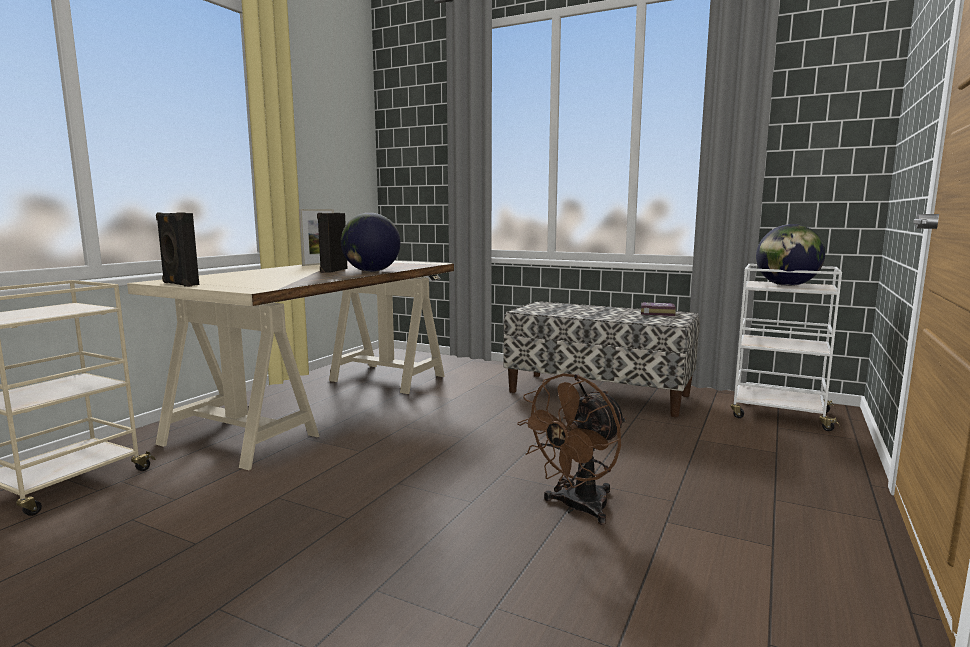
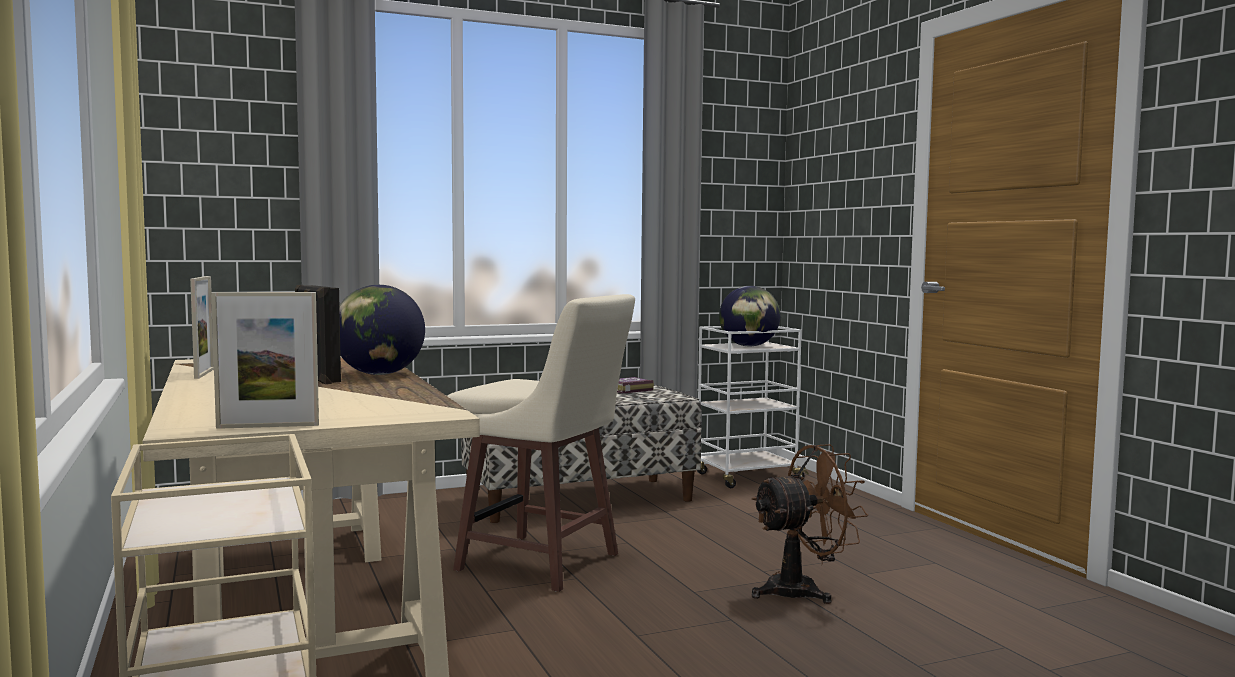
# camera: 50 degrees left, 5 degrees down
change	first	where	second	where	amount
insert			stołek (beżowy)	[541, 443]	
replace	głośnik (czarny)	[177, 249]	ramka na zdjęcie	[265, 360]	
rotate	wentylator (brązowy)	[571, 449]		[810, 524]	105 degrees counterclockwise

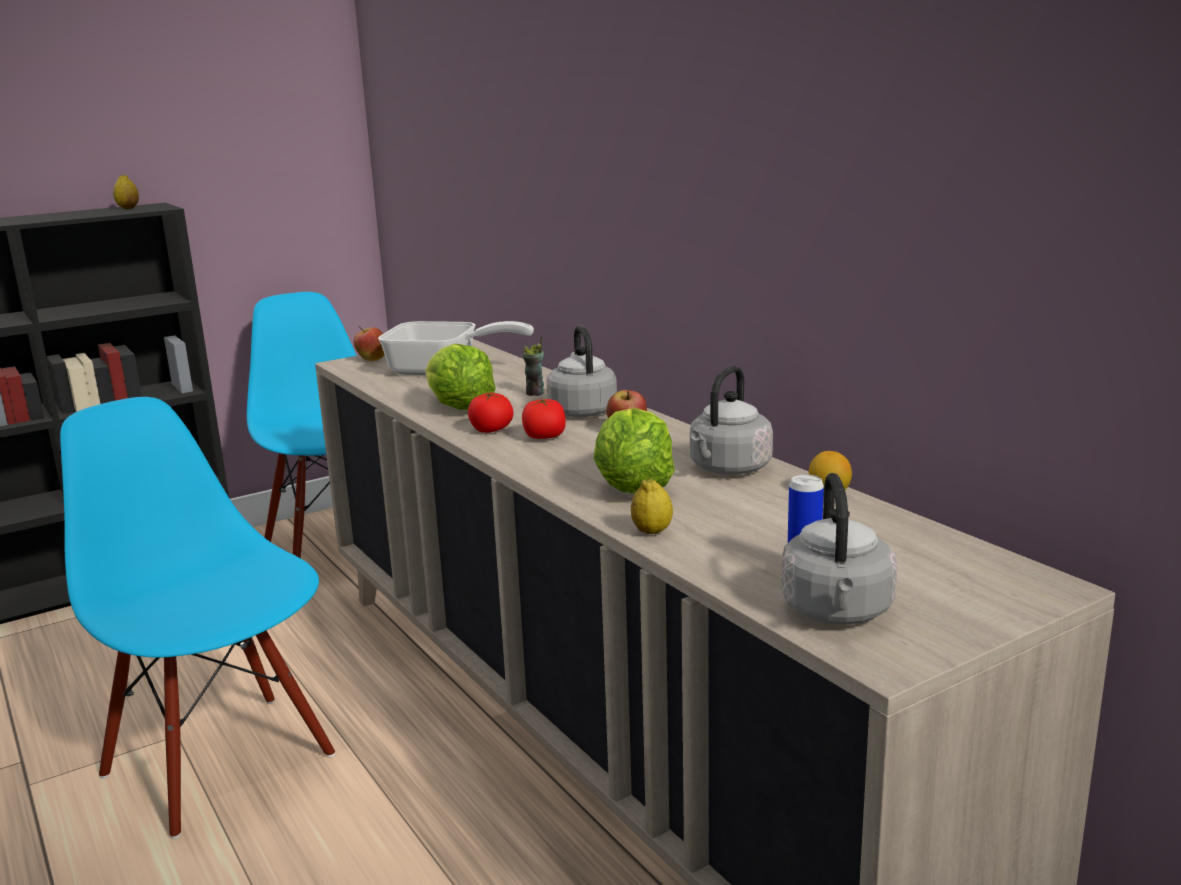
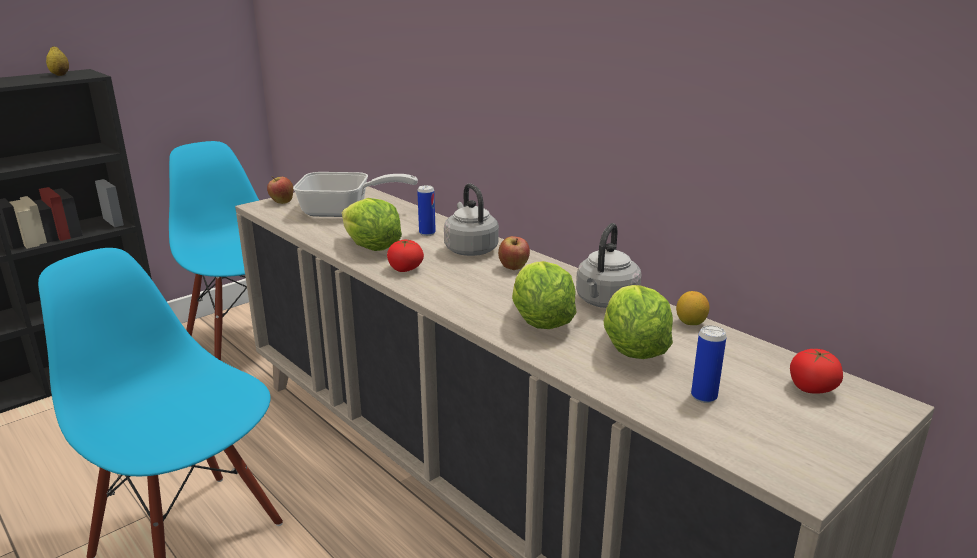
# camera: 10 degrees left, 5 degrees up
change	first	where	second	where	amount
delete	cytryna	[652, 506]			
delete	czajnik (szary)	[839, 549]			
insert			sałata	[638, 322]	
move	pomidor	[544, 419]		[816, 371]	
replace	filiżanka	[533, 366]	puszka	[426, 210]	

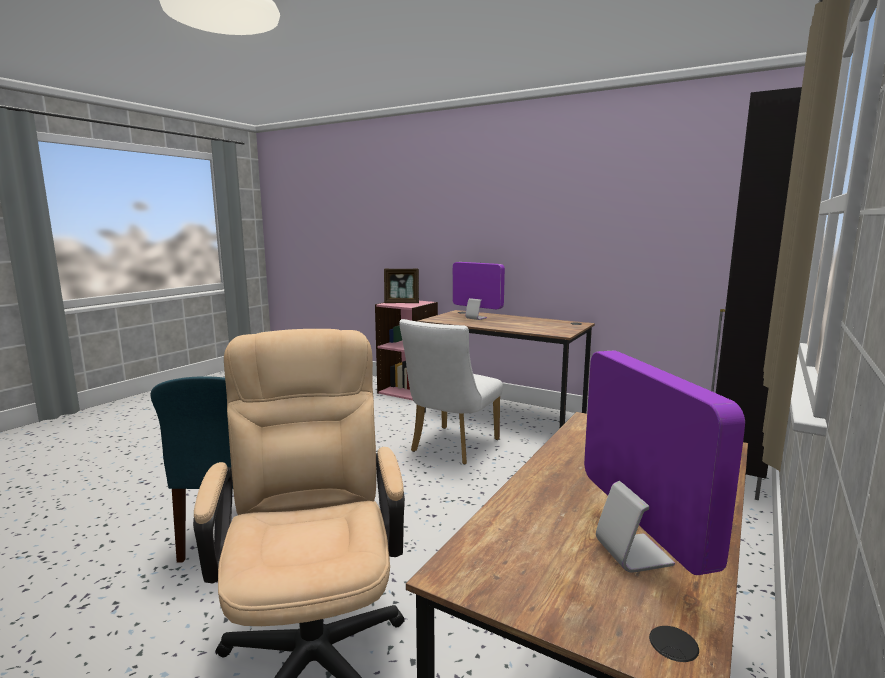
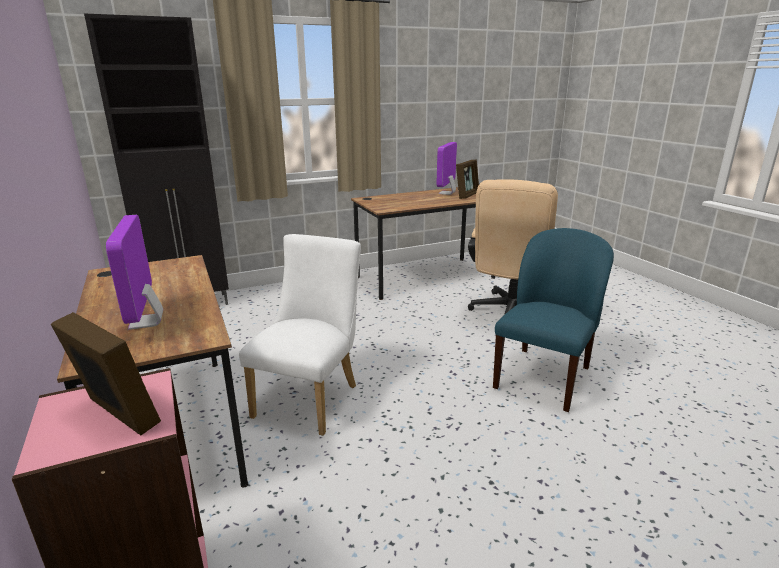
# camera: 145 degrees left, 10 degrees up
change	first	where	second	where	amount
insert			ramka na zdjęcie	[467, 179]	
rotate	krzesło (biały)	[451, 392]		[300, 335]	45 degrees counterclockwise

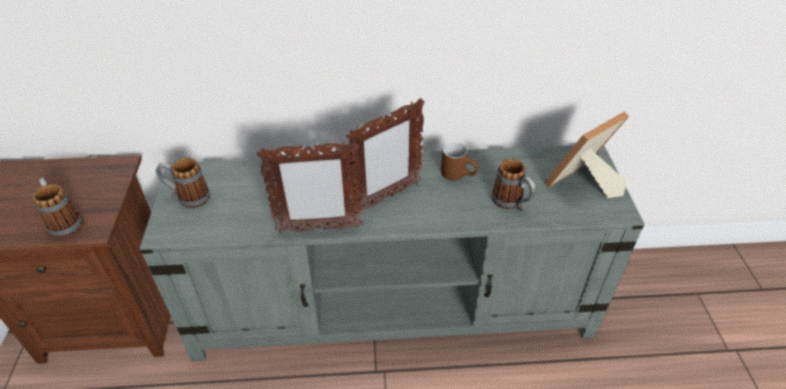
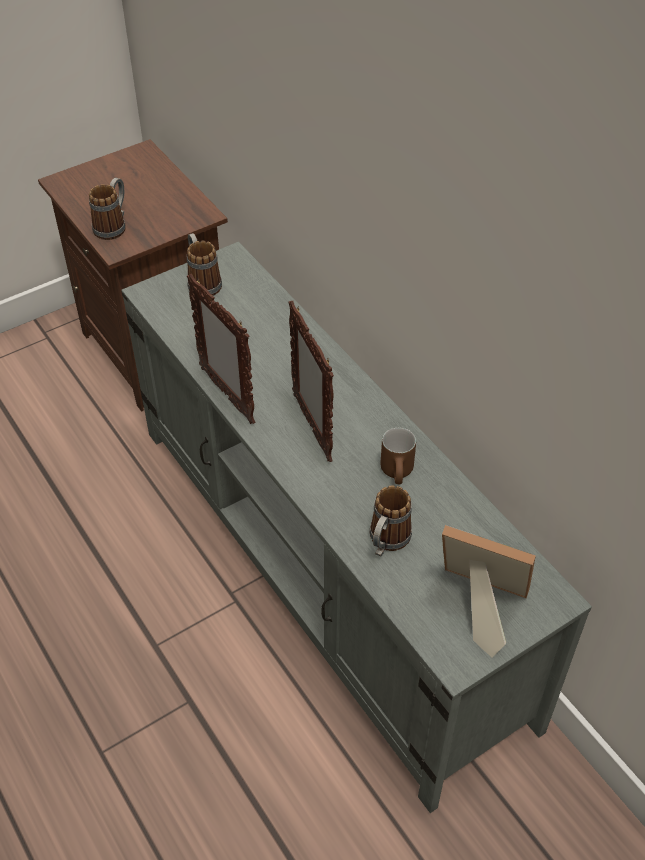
# camera: 60 degrees right, 5 degrees up
change	first	where	second	where	amount
rotate	ramka na zdjęcie	[385, 155]		[311, 381]	45 degrees clockwise

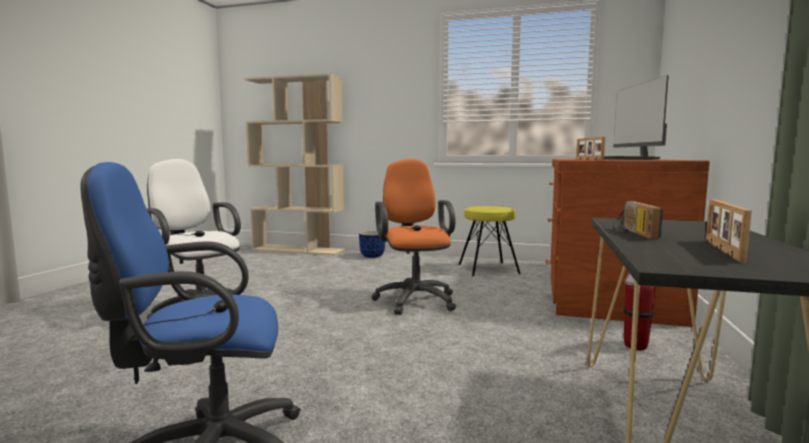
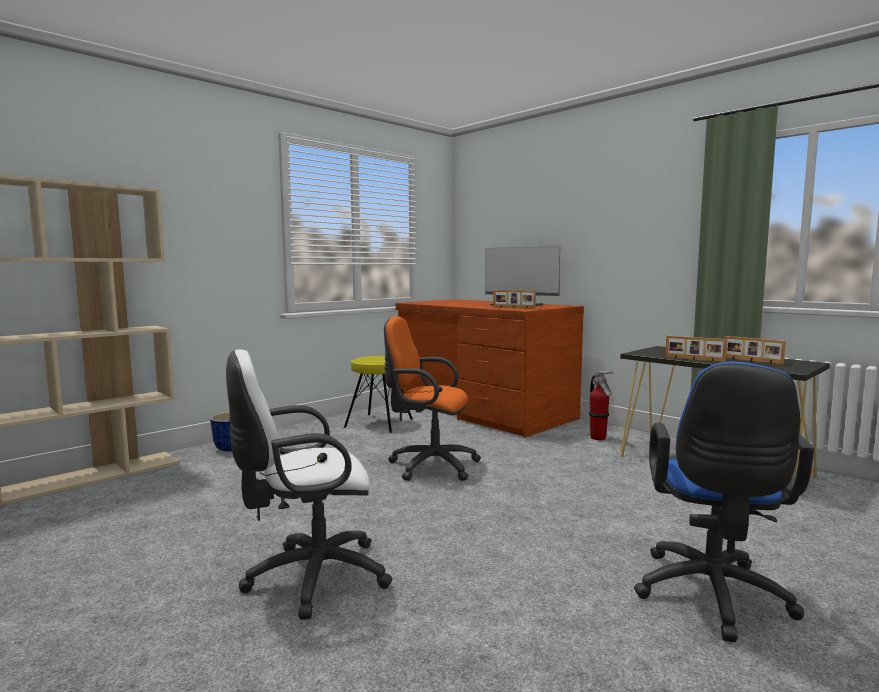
# camera: 60 degrees left, 0 degrees up
change	first	where	second	where	amount
replace	radio	[639, 220]	ramka na zdjęcie	[696, 349]	

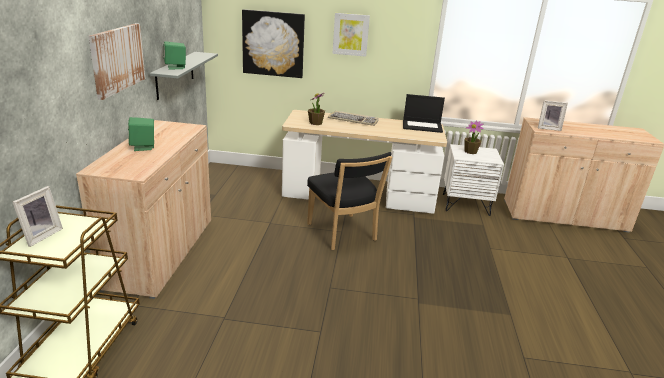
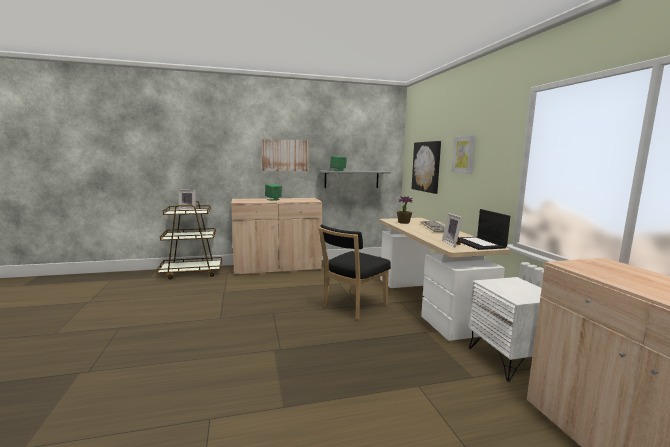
# camera: 70 degrees right, 15 degrees down
change	first	where	second	where	amount
delete	roślina doniczkowa	[474, 137]			
move	ramka na zdjęcie	[553, 115]		[452, 230]	

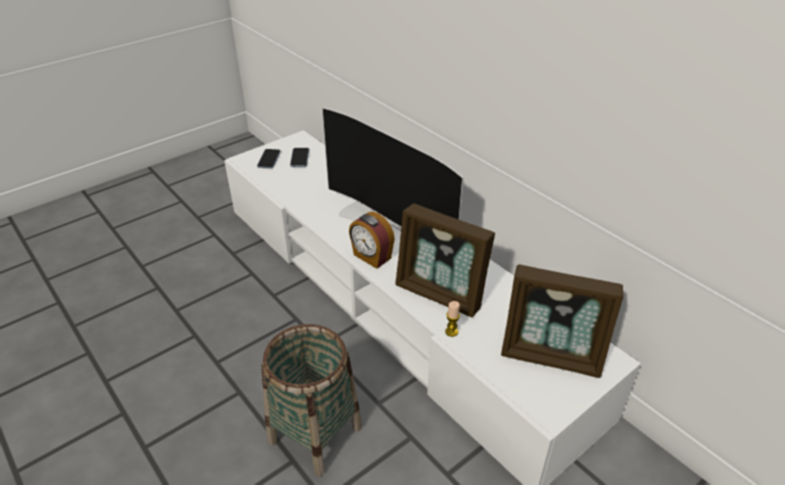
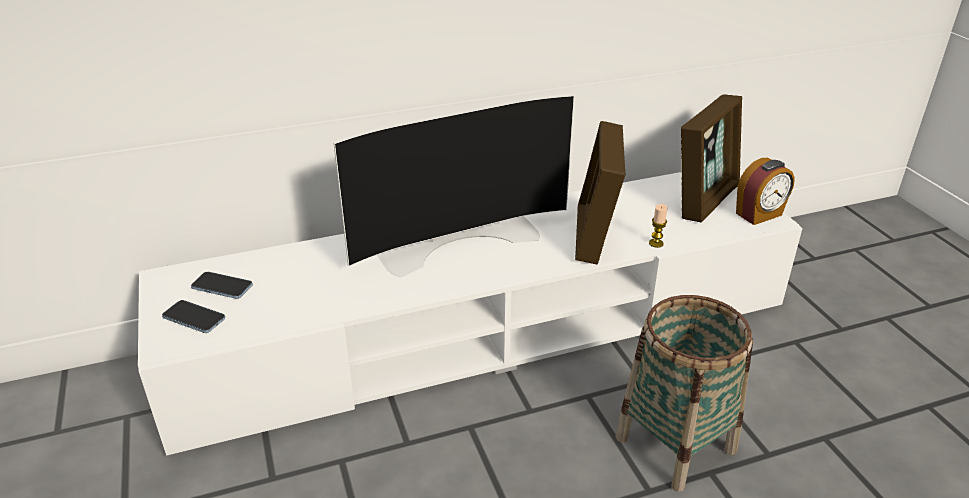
# camera: 70 degrees left, 5 degrees down
change	first	where	second	where	amount
move	budzik	[372, 240]		[765, 191]	
rotate	ramka na zdjęcie	[445, 260]		[600, 192]	135 degrees clockwise

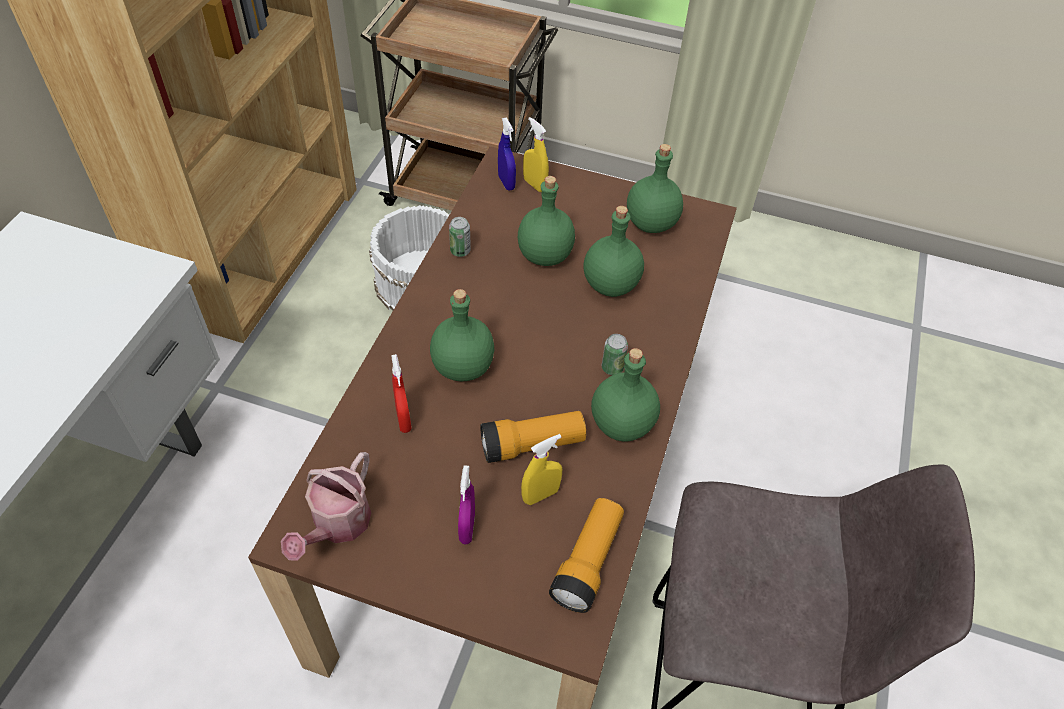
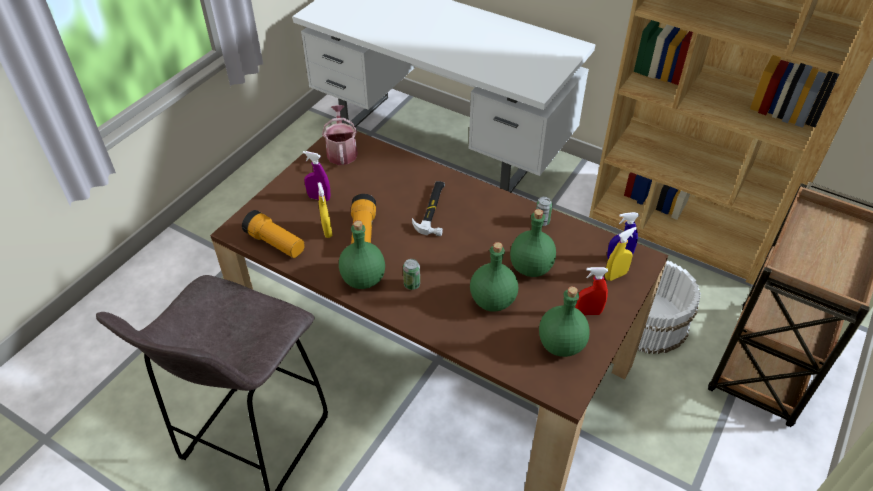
# camera: 105 degrees right, 5 degrees down
change	first	where	second	where	amount
move	spryskiwacz (czerwony)	[401, 393]		[591, 291]	
replace	butelka (zielony)	[462, 335]	młotek	[428, 208]	
rotate	konewka	[326, 506]		[340, 135]	45 degrees clockwise

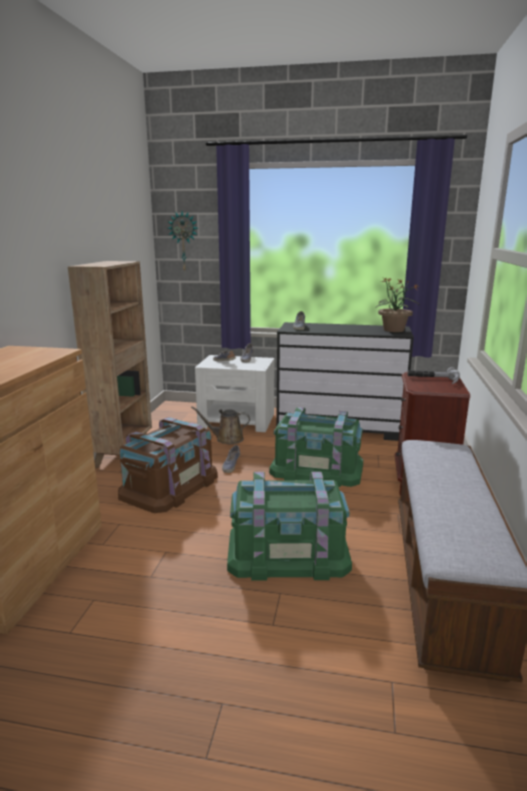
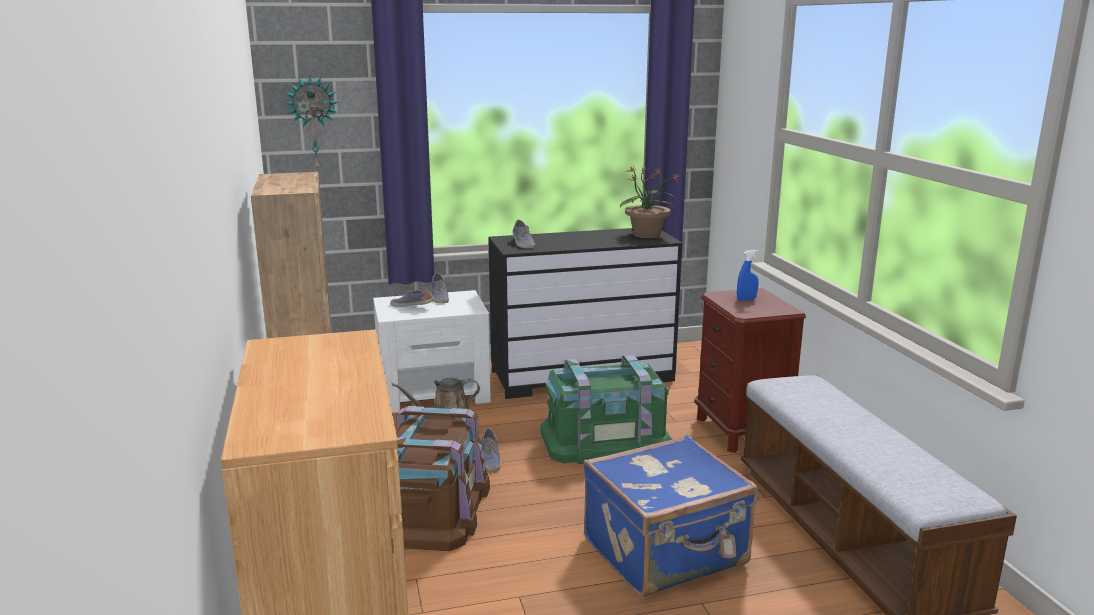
# camera: 25 degrees left, 0 degrees up
change	first	where	second	where	amount
replace	pojemnik do przechowywania (zielony)	[289, 526]	walizka (niebieski)	[671, 516]	
replace	młotek	[434, 375]	spryskiwacz (niebieski)	[748, 275]	

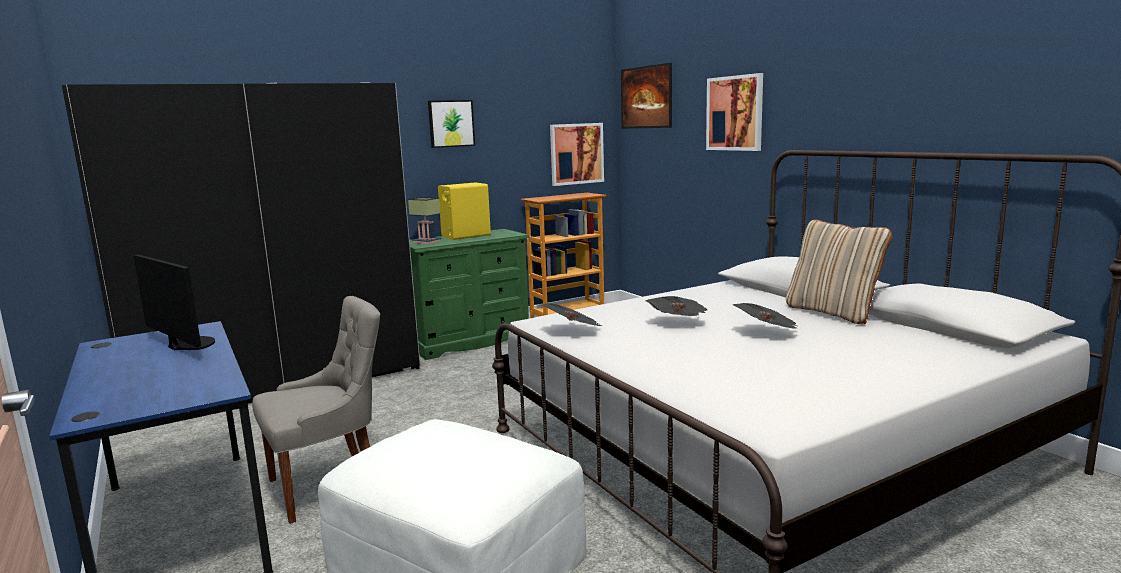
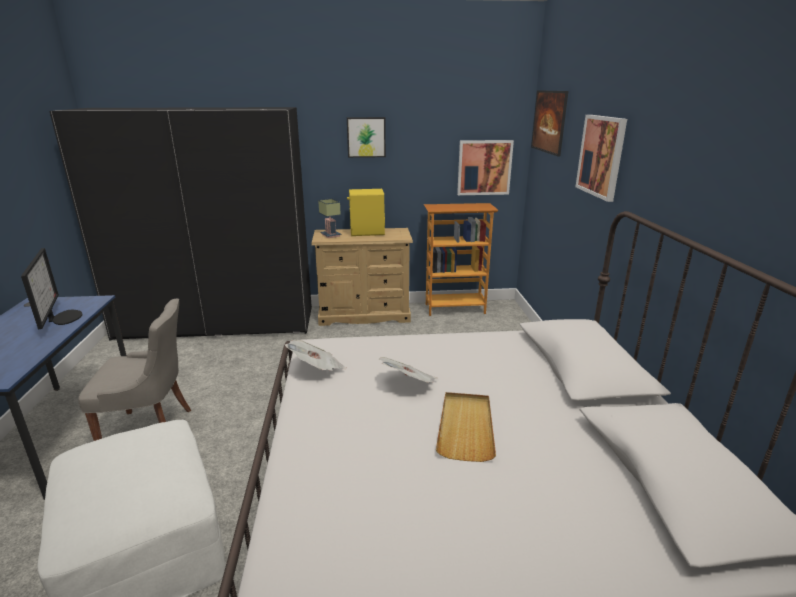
# camera: 25 degrees right, 10 degrees up
change	first	where	second	where	amount
delete	poduszka (beżowy)	[839, 271]			
replace	gazeta	[765, 315]	taca (beżowy)	[466, 427]	
recolor	komoda (zielony)	[469, 294]	komoda (beżowy)	[362, 277]	

